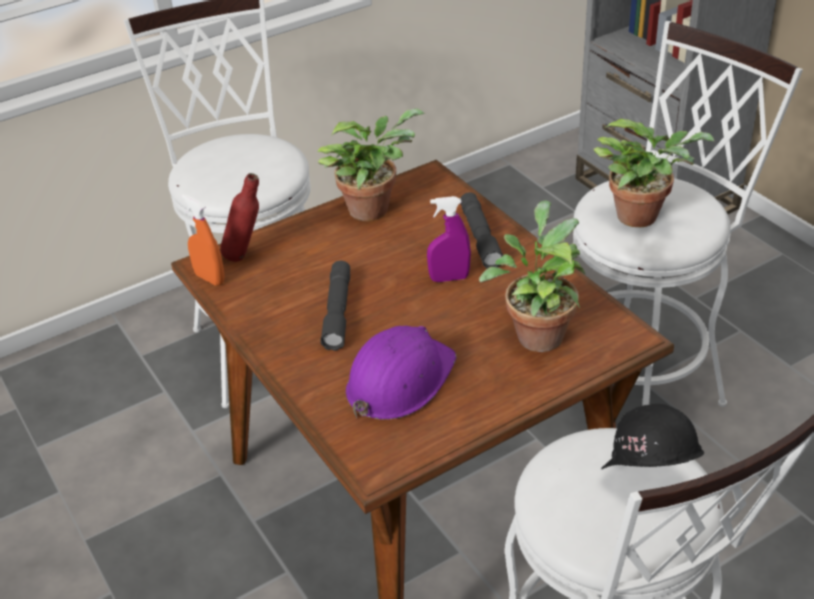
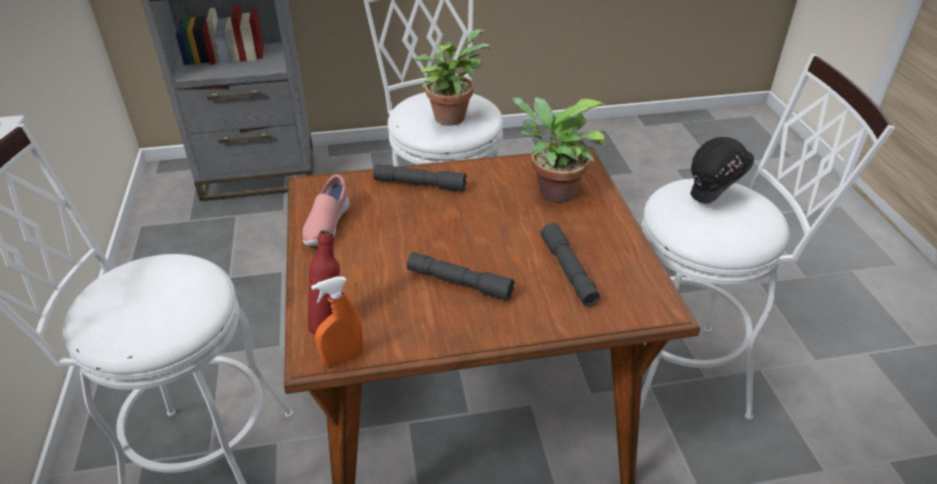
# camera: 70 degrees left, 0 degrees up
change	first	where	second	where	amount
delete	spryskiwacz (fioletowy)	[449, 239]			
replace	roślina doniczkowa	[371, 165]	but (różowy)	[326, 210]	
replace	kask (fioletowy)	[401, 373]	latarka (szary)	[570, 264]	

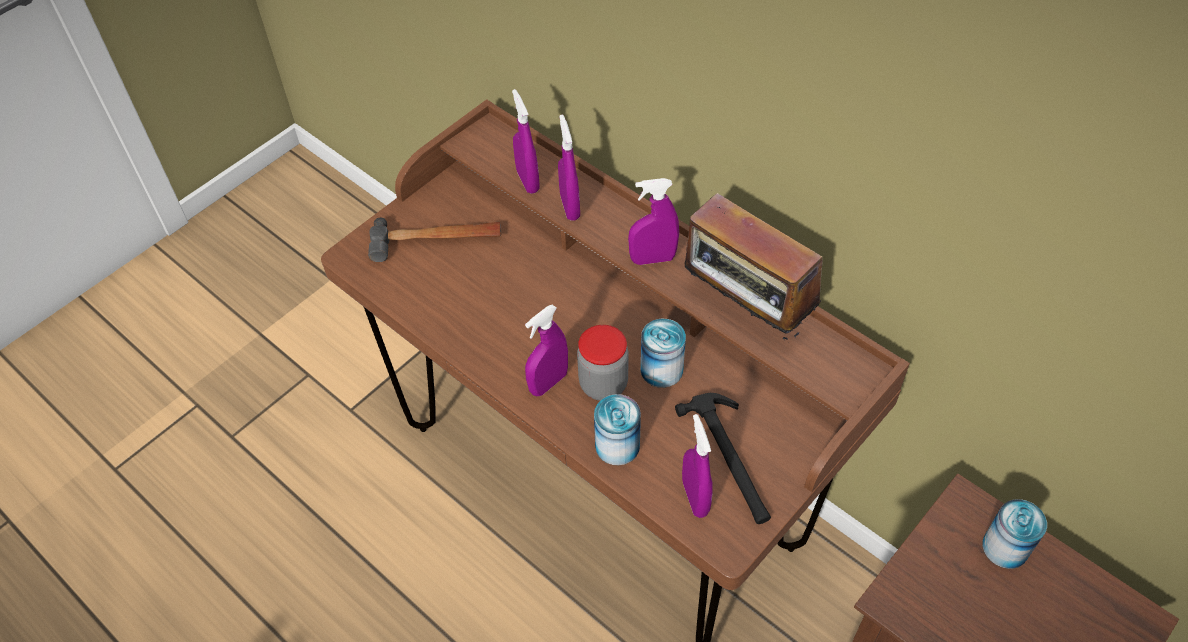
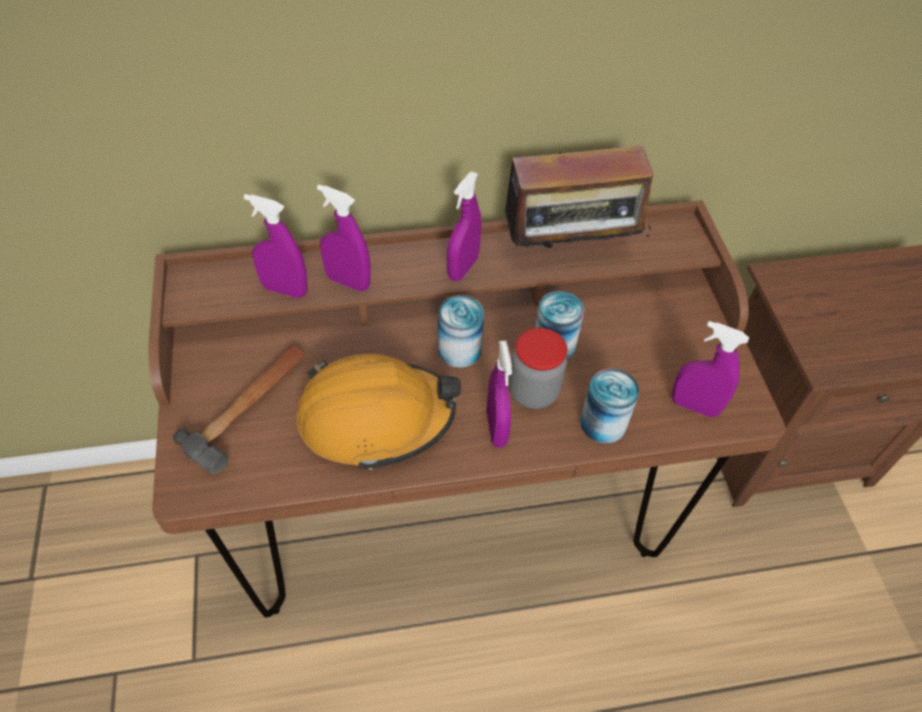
# camera: 55 degrees left, 0 degrees up
change	first	where	second	where	amount
delete	młotek	[723, 458]			
insert			kask (pomarańczowy)	[379, 412]	
move	puszka	[1014, 534]		[461, 331]	

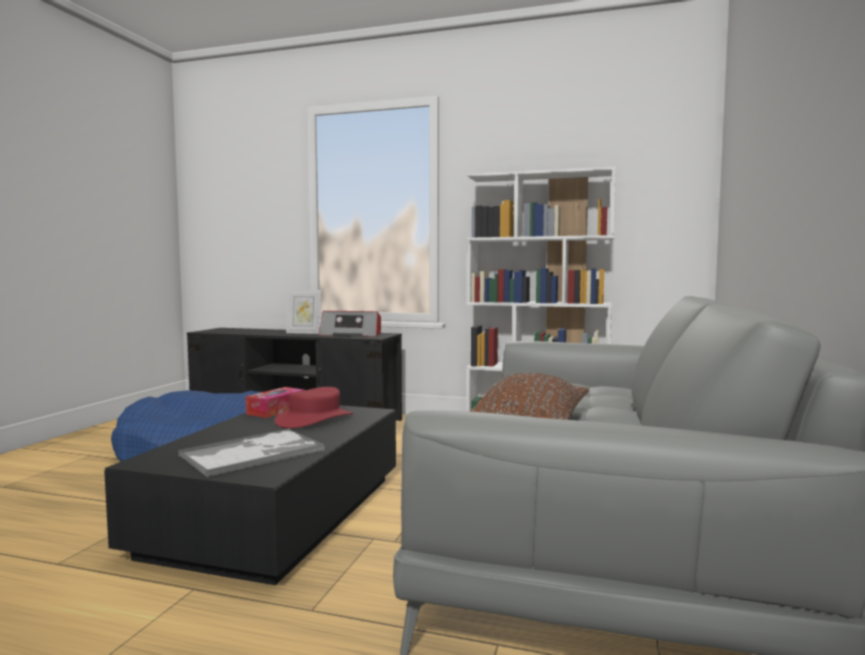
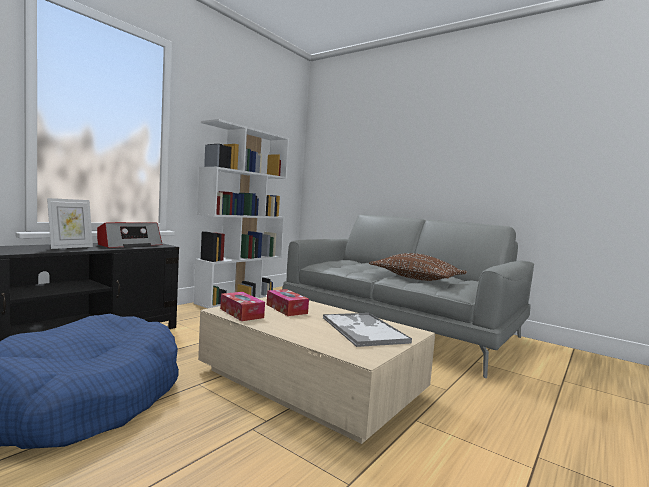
# camera: 70 degrees left, 0 degrees up
change	first	where	second	where	amount
replace	kapelusz (czerwony)	[314, 407]	pudełko chusteczek	[288, 302]	
recolor	ława (czarny)	[250, 495]	ława (beżowy)	[316, 370]	

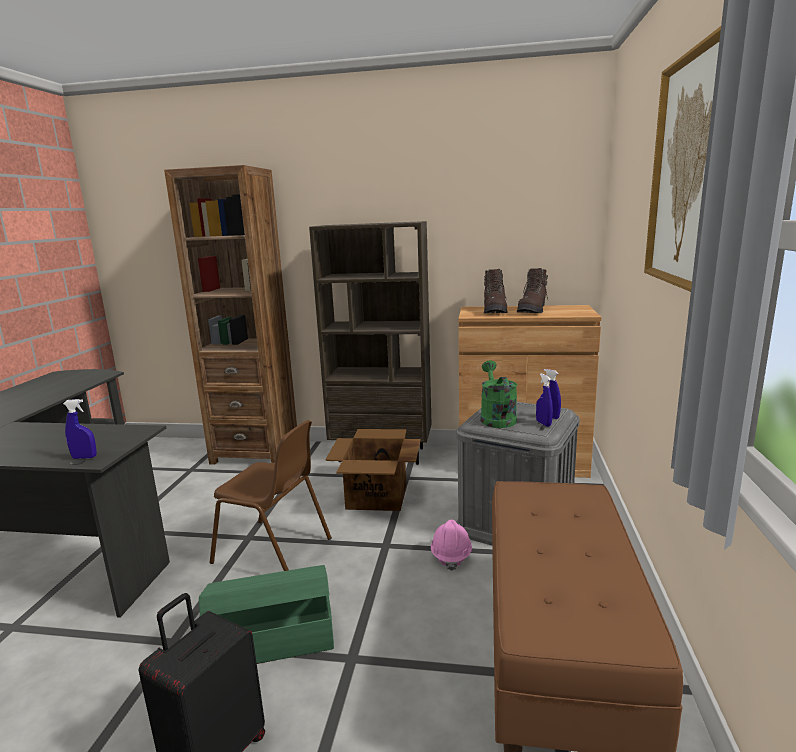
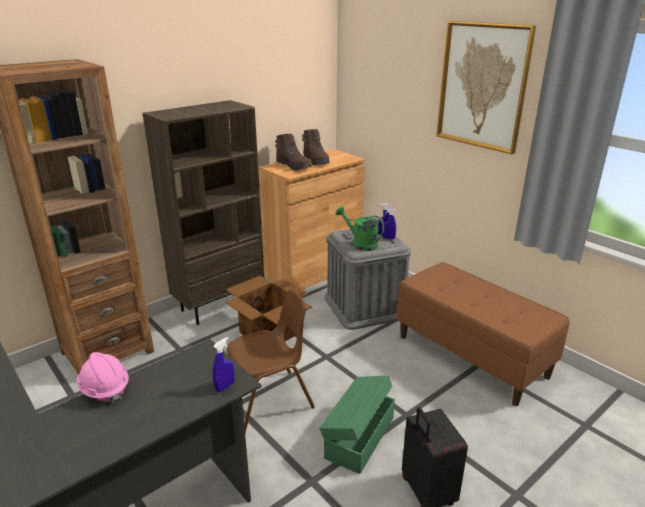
# camera: 50 degrees left, 10 degrees up
change	first	where	second	where	amount
move	kask (różowy)	[451, 545]		[103, 378]	

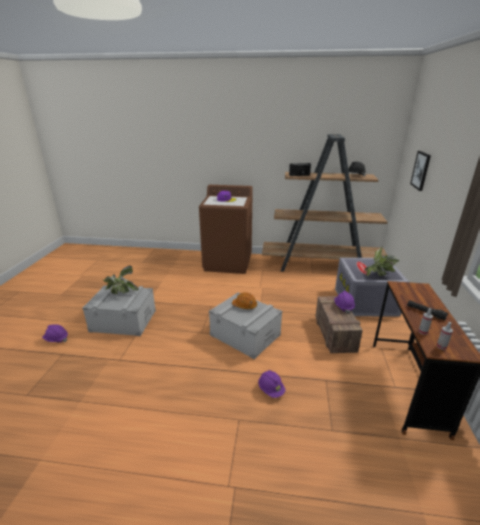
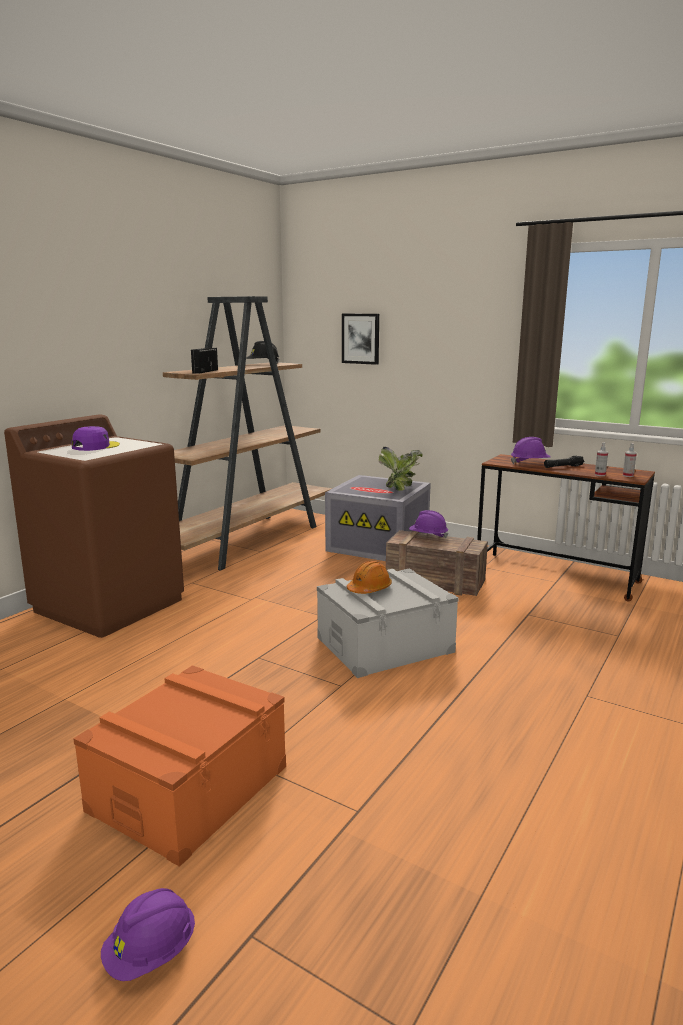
# camera: 65 degrees left, 10 degrees down
change	first	where	second	where	amount
delete	roślina doniczkowa	[121, 280]			
move	kask (fioletowy)	[272, 384]		[531, 450]	
recolor	pojemnik do przechowywania (szary)	[119, 310]	pojemnik do przechowywania (pomarańczowy)	[179, 766]	

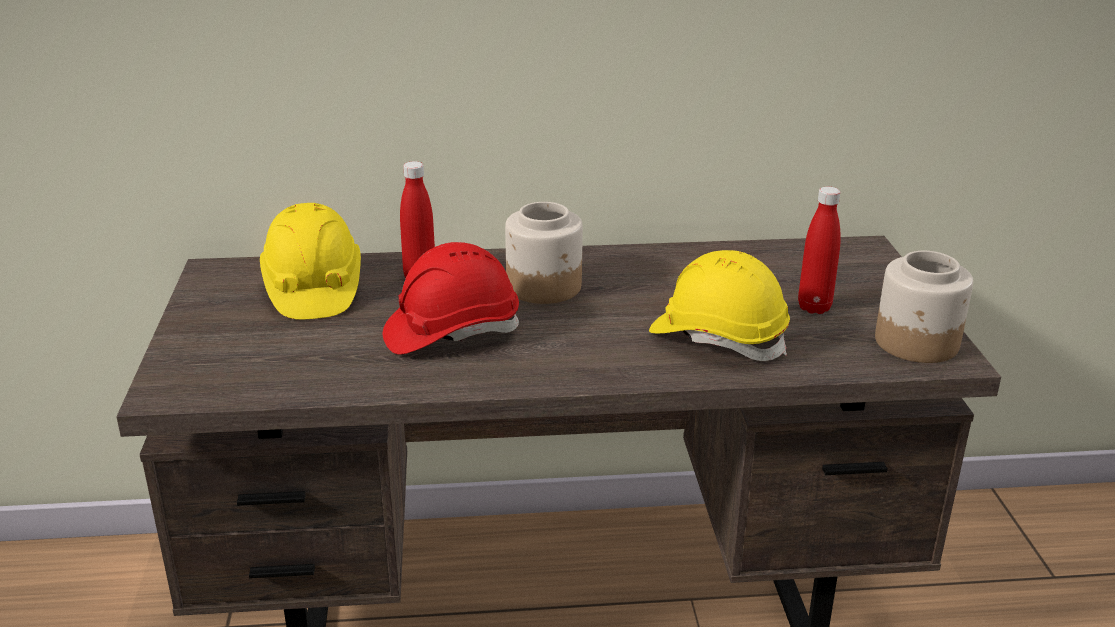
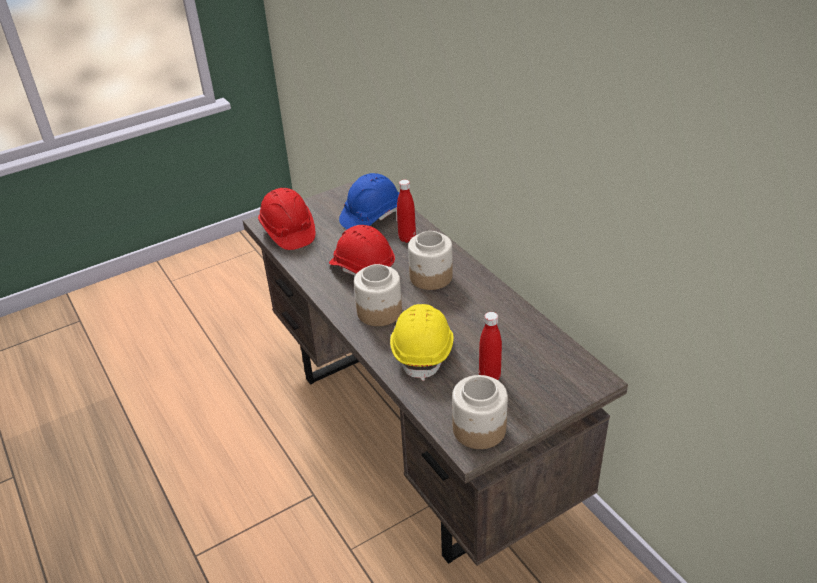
# camera: 65 degrees right, 10 degrees up
change	first	where	second	where	amount
insert			kask (czerwony)	[286, 219]	
insert			słoik	[378, 295]	
recolor	kask (żółty)	[310, 261]	kask (niebieski)	[369, 201]	

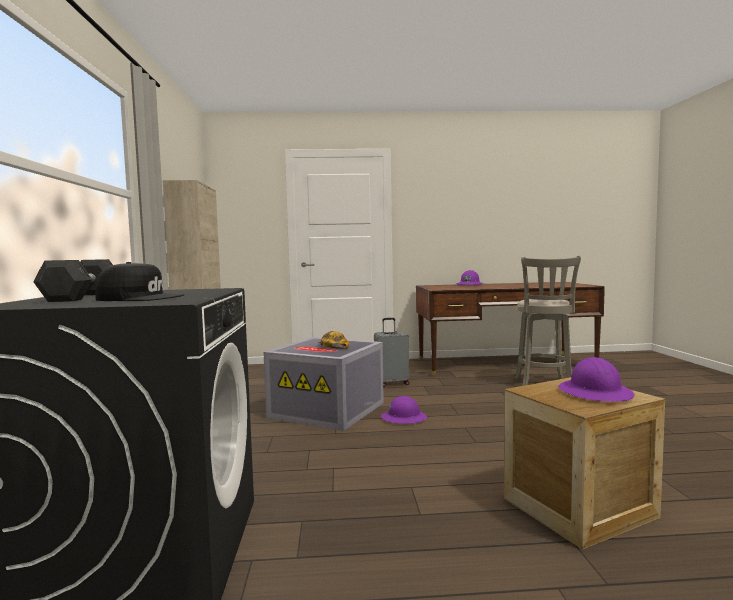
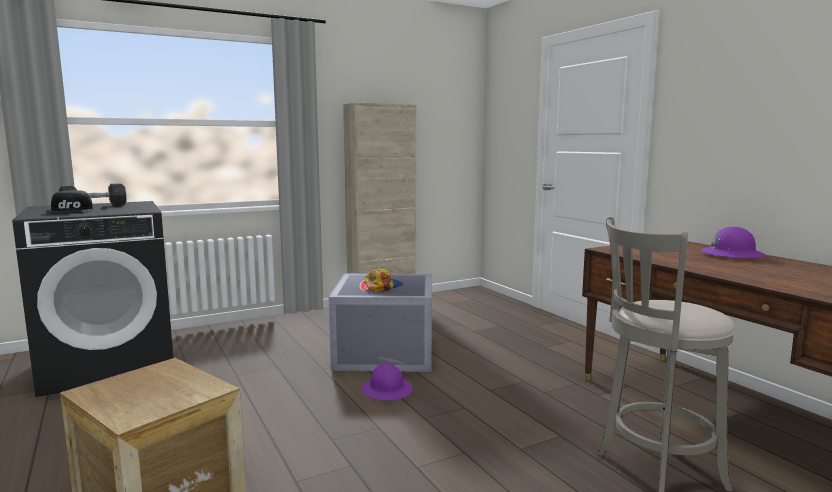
# camera: 65 degrees right, 5 degrees up
change	first	where	second	where	amount
delete	walizka (szary)	[392, 352]			
delete	kask (fioletowy)	[596, 379]			

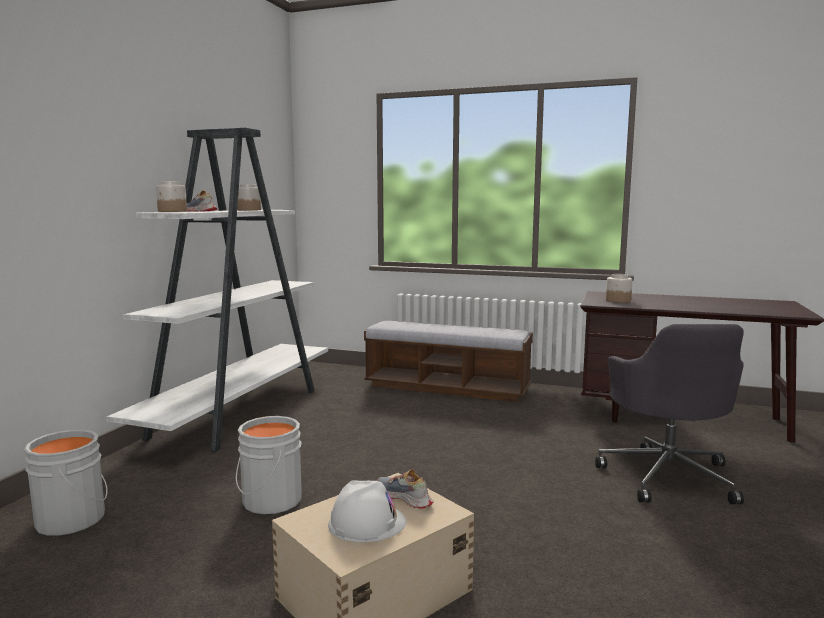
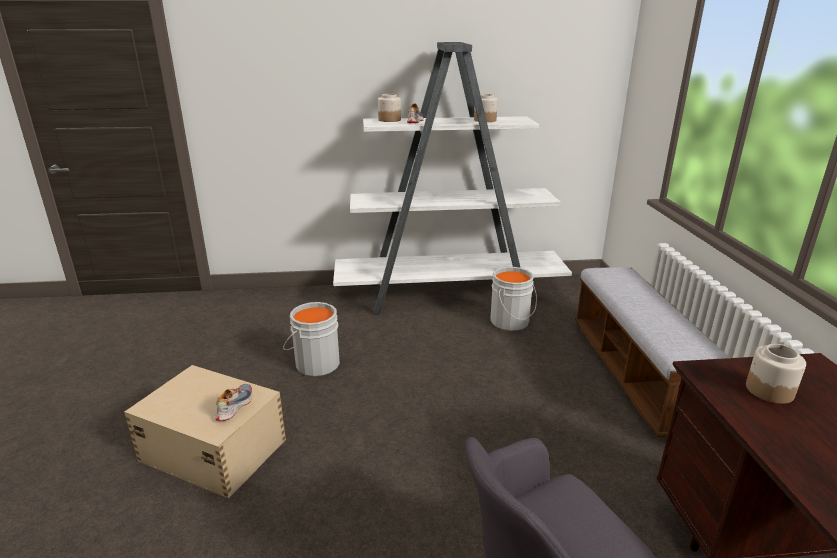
# camera: 65 degrees right, 15 degrees up
change	first	where	second	where	amount
delete	kask (biały)	[367, 511]			
move	wiadro (szary)	[66, 483]		[513, 299]	

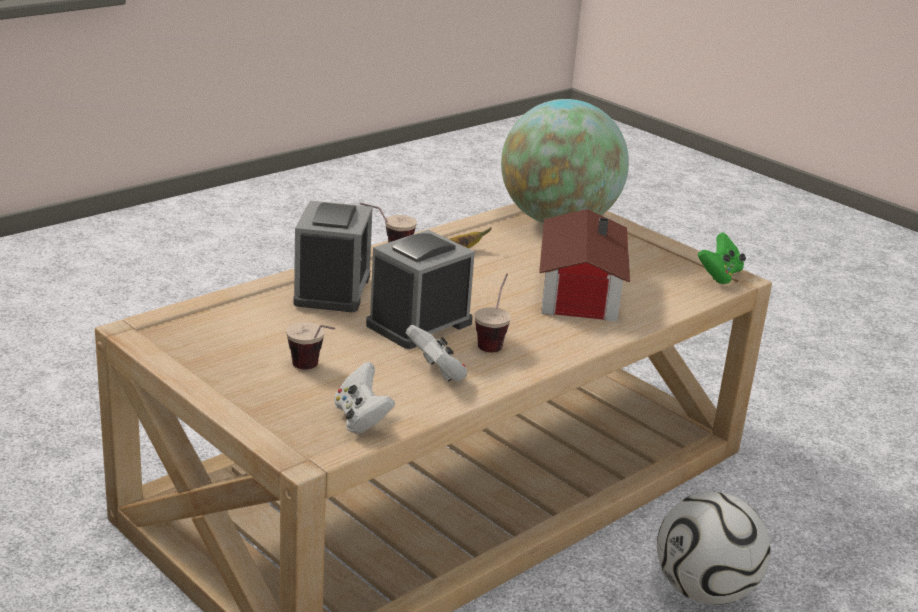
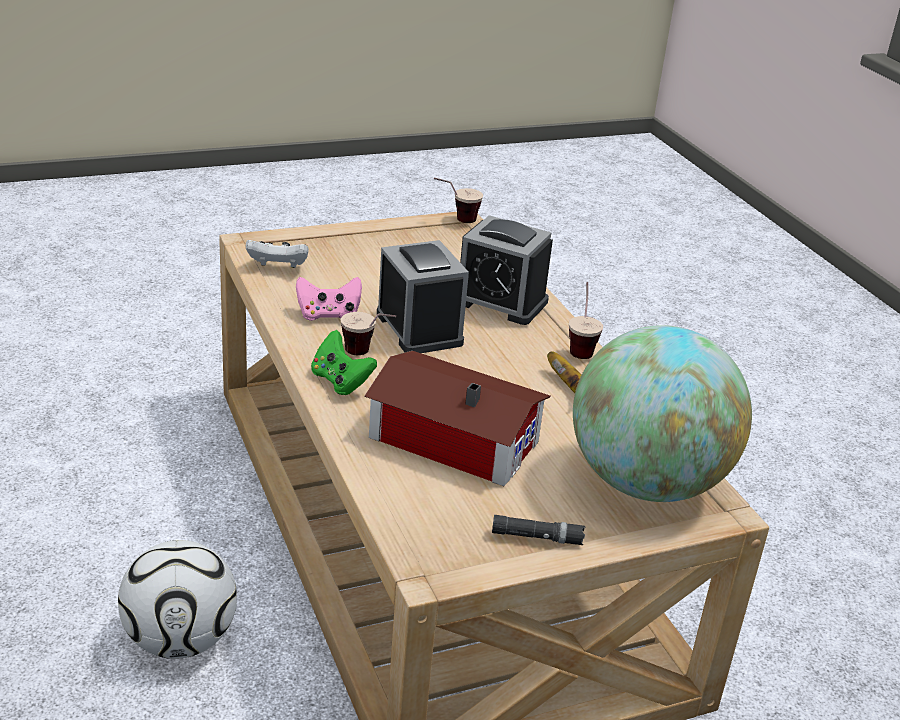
# camera: 110 degrees right, 5 degrees up
change	first	where	second	where	amount
insert			latarka (czarny)	[538, 530]	
move	filiżanka	[310, 345]		[458, 200]	
move	pad do gier (zielony)	[722, 258]		[344, 362]	
recolor	pad do gier (biały)	[436, 353]	pad do gier (różowy)	[329, 299]	

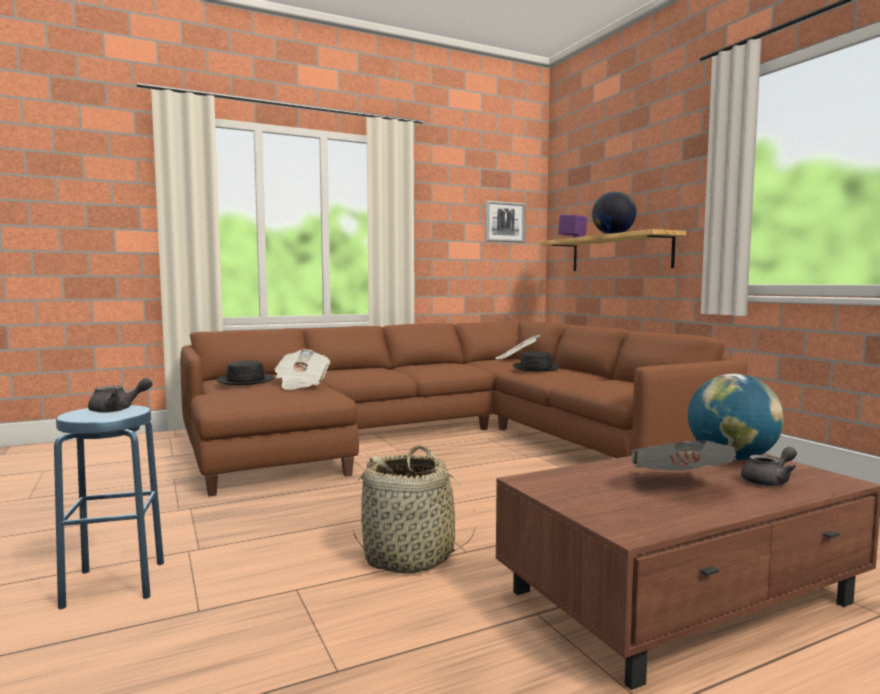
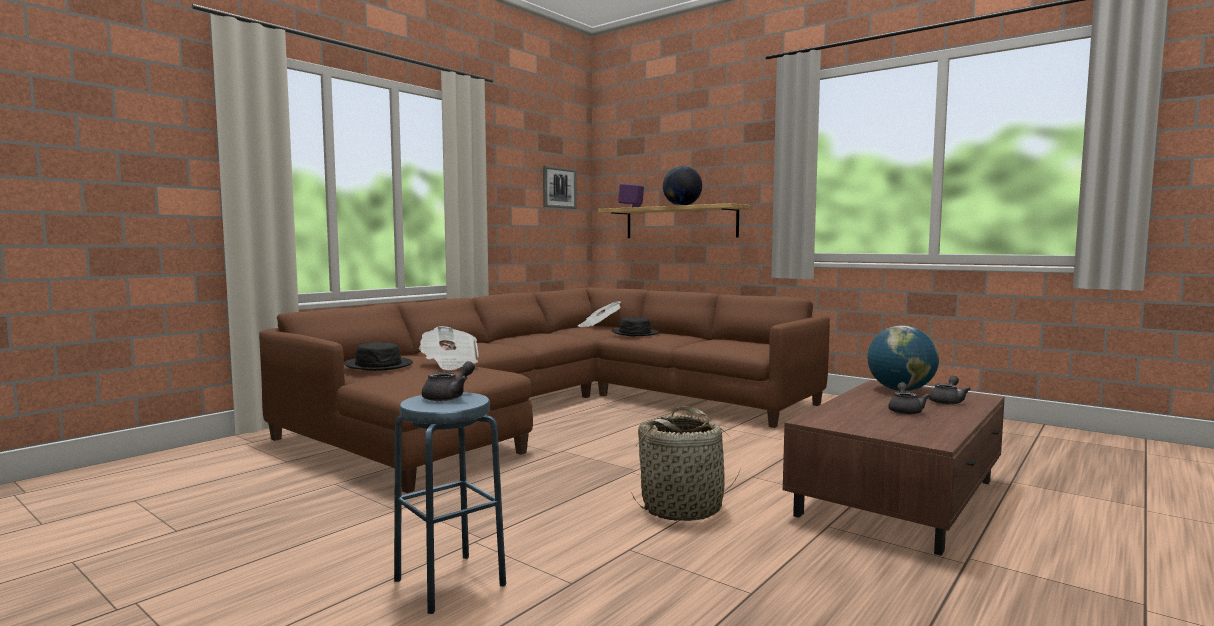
# camera: 25 degrees left, 0 degrees up
change	first	where	second	where	amount
replace	gazeta	[683, 456]	imbryk (szary)	[909, 398]	

